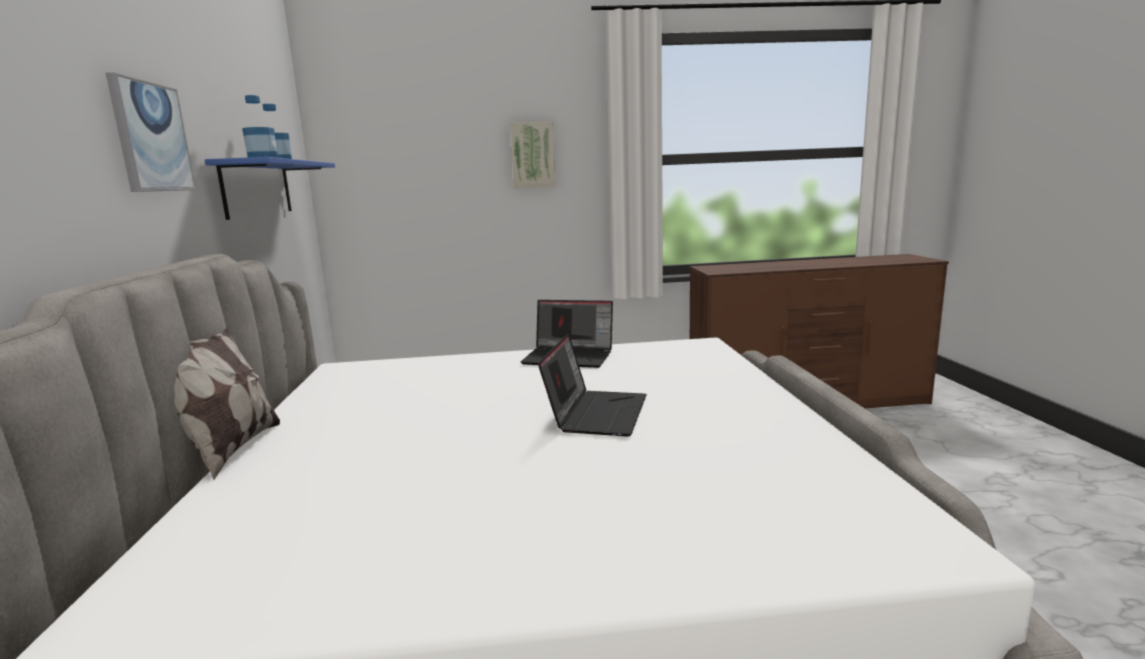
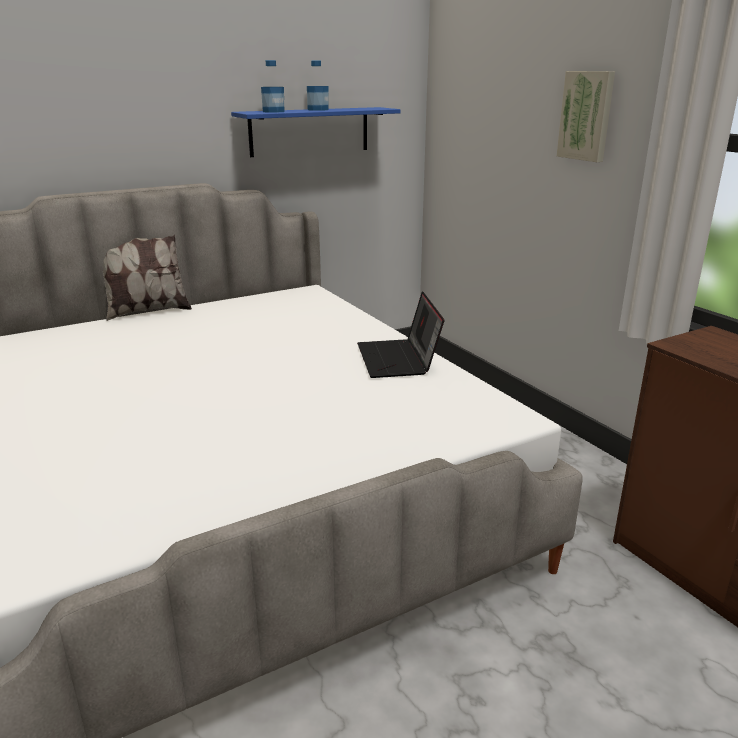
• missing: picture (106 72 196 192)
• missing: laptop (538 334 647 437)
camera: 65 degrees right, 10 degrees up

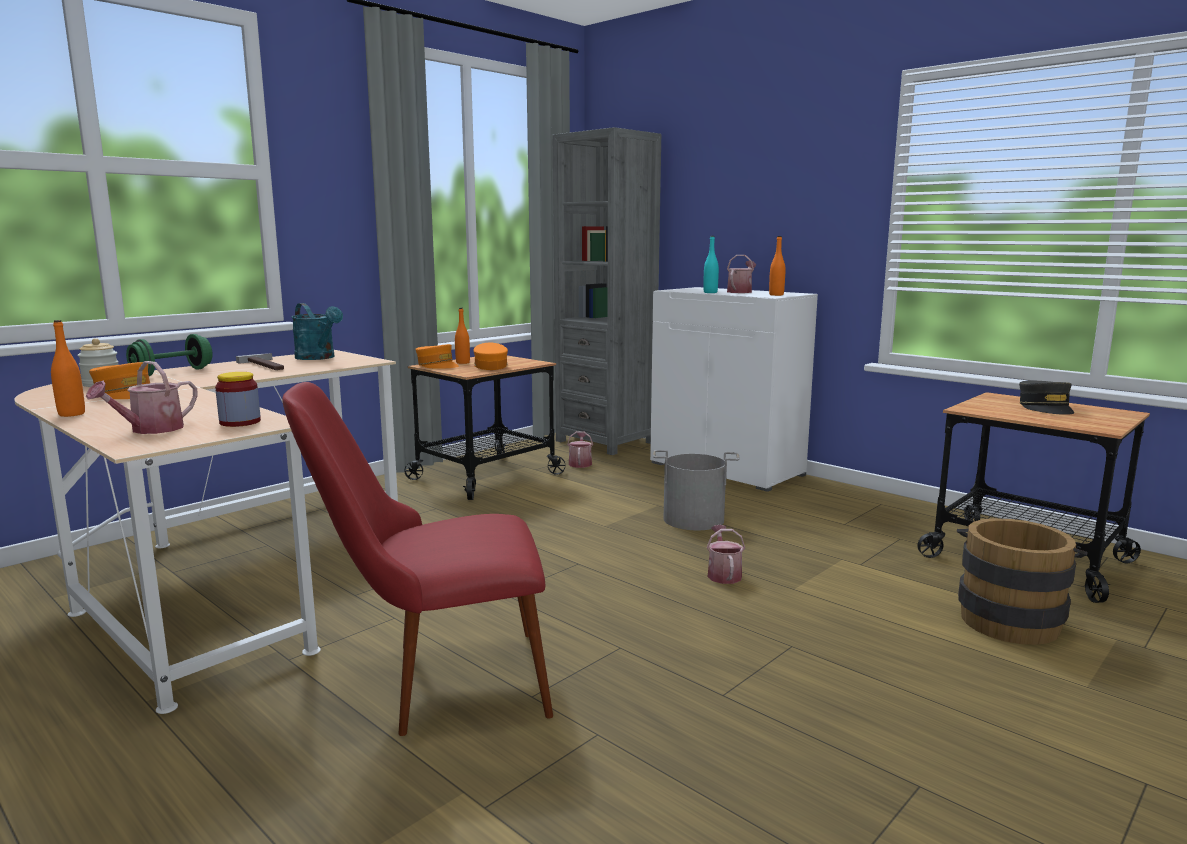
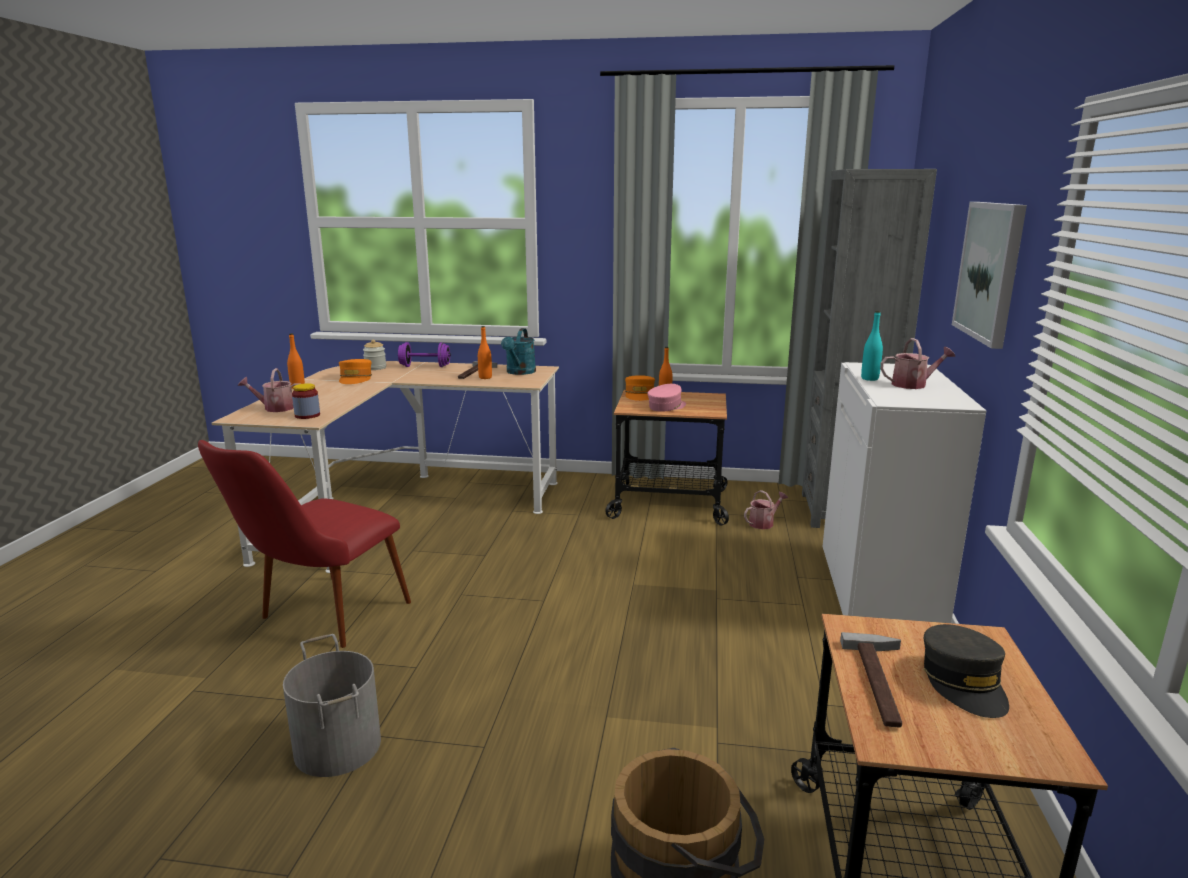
• spun: red chair (282 382 553 736) = (198 440 411 648) 105 degrees counterclockwise
• relocated: grey bucket (653 450 740 530) to (283 634 381 777)
• colour: green dumbbell (126 334 212 376) to purple dumbbell (398 342 451 367)
• relocated: orange bottle (769 236 785 296) to (478 326 492 379)
• colour: orange cap (474 343 508 370) to pink cap (647 384 686 412)
• appeared: hammer (840 632 902 727)
• spun: grey cap (1019 381 1074 415) = (924 624 1009 718) 60 degrees counterclockwise
• appeared: picture (952 202 1027 349)
• missing: watering can (707 525 745 584)
camera: 55 degrees right, 5 degrees up

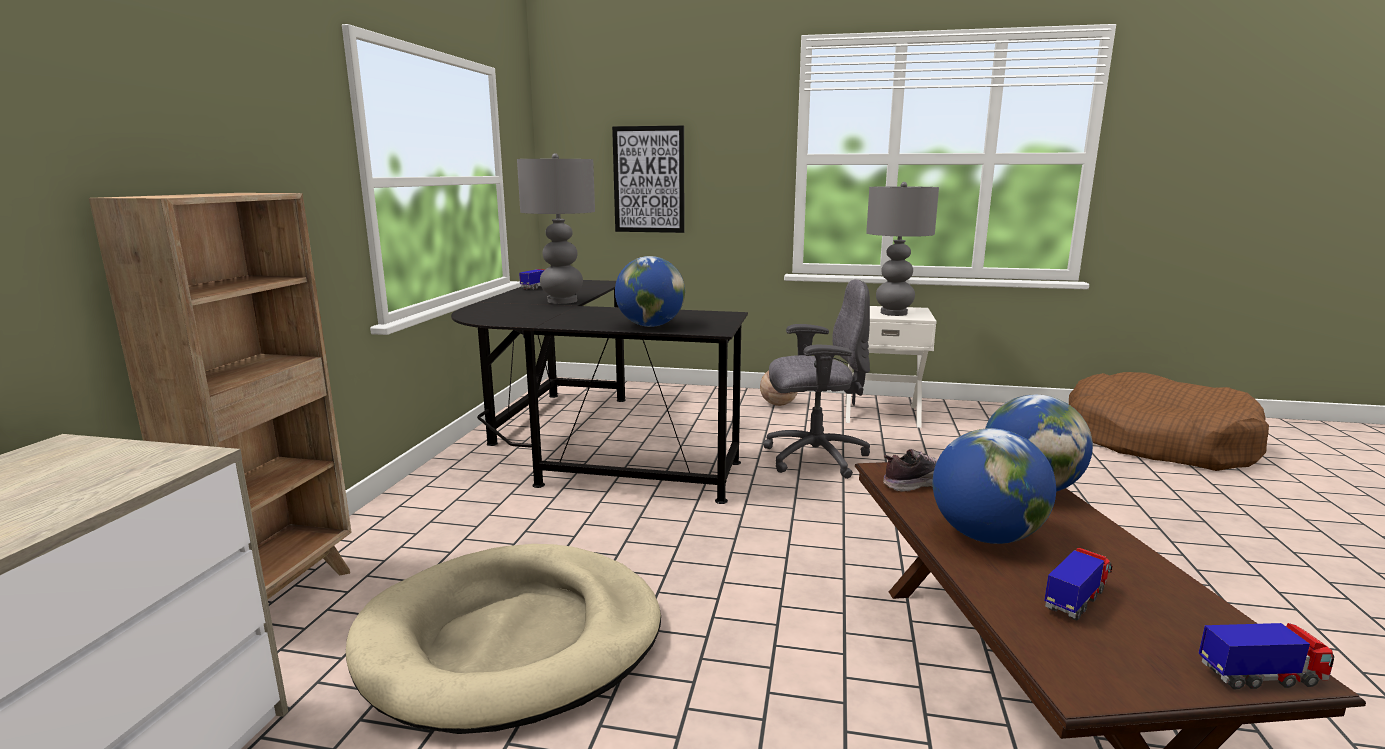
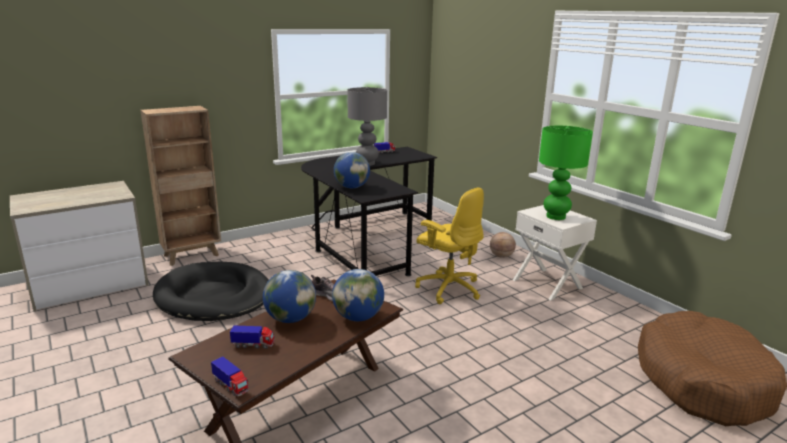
• colour: beige dog bed (346 544 661 734) to black dog bed (153 262 269 321)
• colour: grey office chair (763 279 870 479) to yellow office chair (415 187 484 304)
• colour: grey table lamp (866 182 939 316) to green table lamp (539 126 593 220)
• missing: picture (612 126 684 233)
camera: 45 degrees right, 5 degrees up

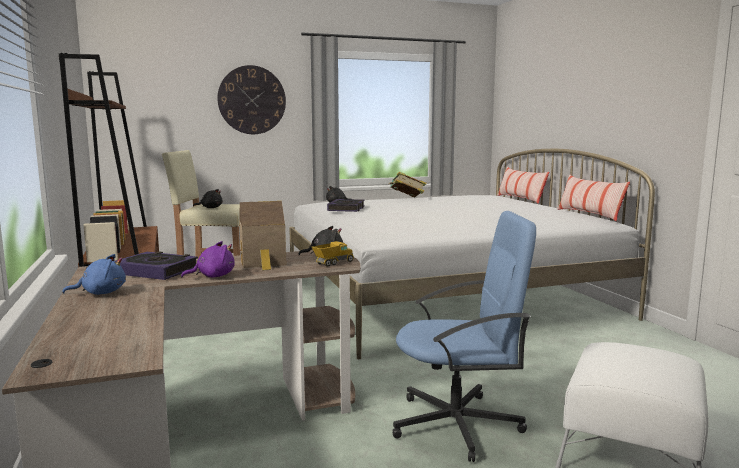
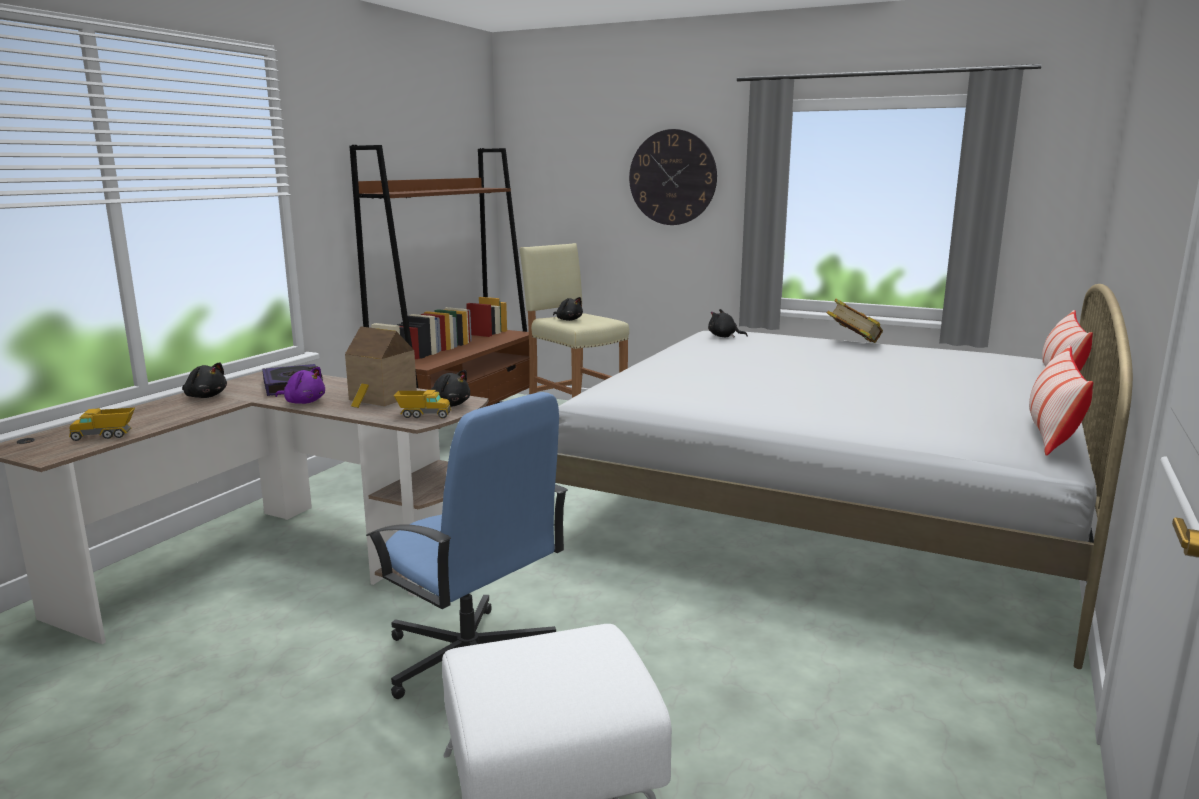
• appeared: toy truck (69 408 135 441)
• colour: blue plush toy (62 254 126 295) to black plush toy (182 362 227 398)
• missing: book (327 199 365 212)
camera: 45 degrees right, 5 degrees up

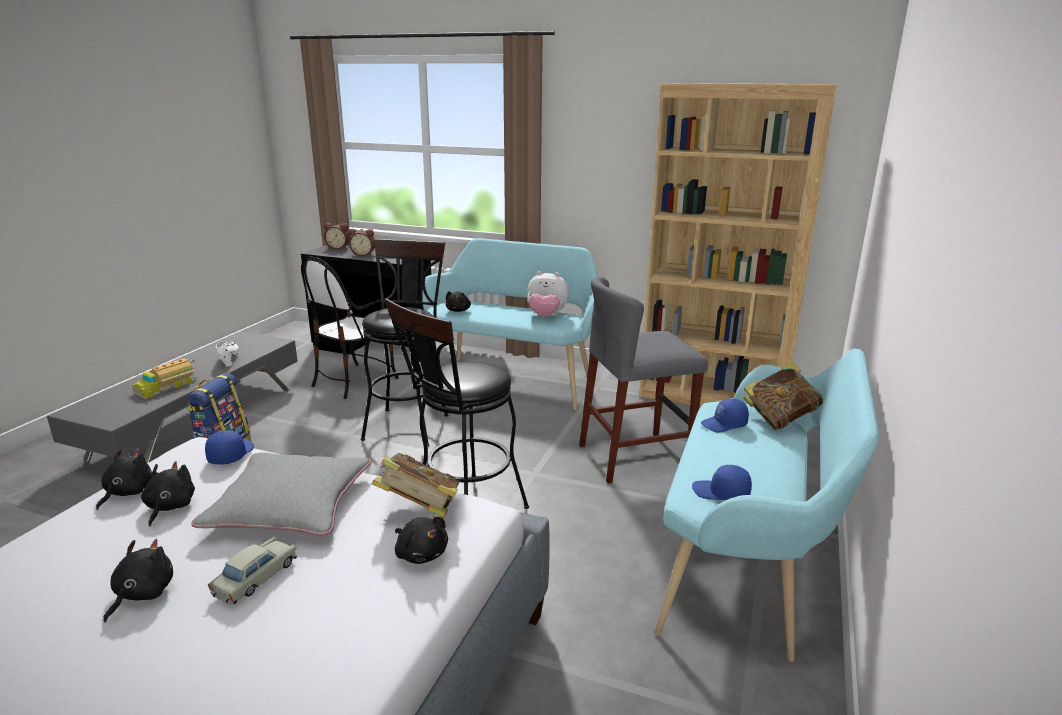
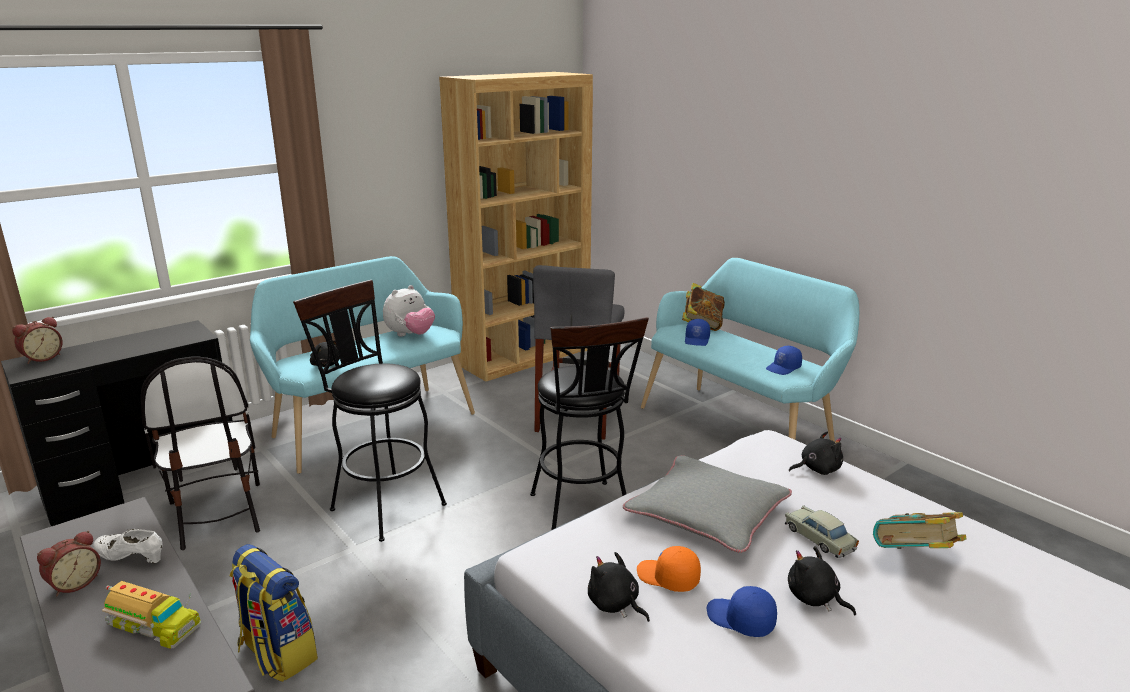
• relocated: alarm clock (349 229 375 256) to (37 531 101 596)
• spun: toy truck (132 358 197 399) = (102 581 201 649) 45 degrees counterclockwise
• exchanged: black plush toy (141 461 195 527) to orange cap (637 546 701 592)
• relocated: blue cap (205 430 254 465) to (707 586 777 637)
• relocated: book (372 452 460 518) to (873 512 967 549)
camera: 60 degrees left, 0 degrees up

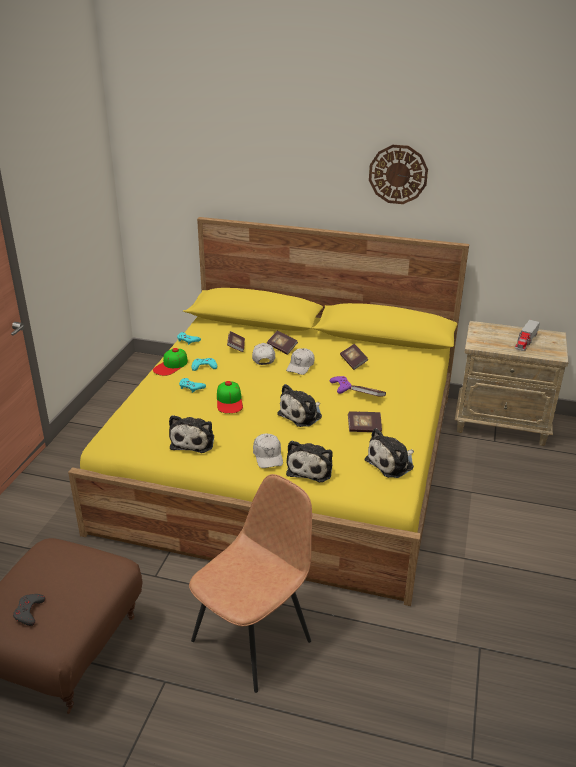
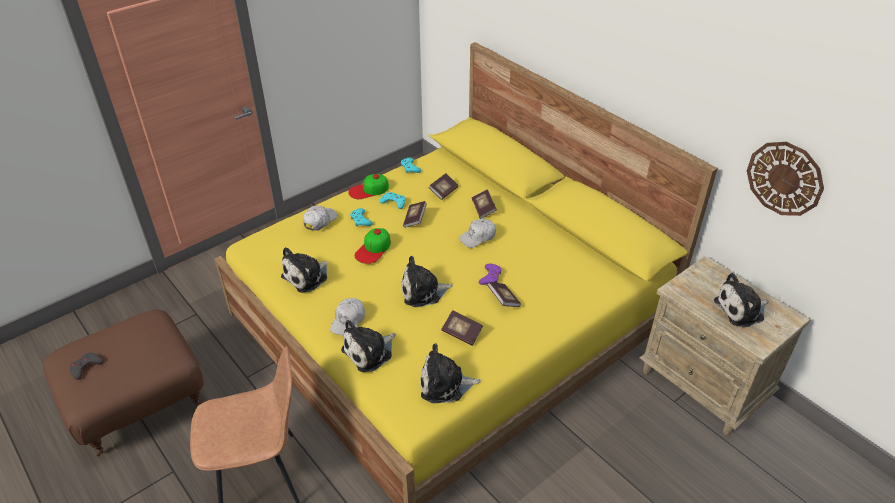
• relocated: white cap (252 343 276 365) to (303 206 337 231)
• relocated: book (340 344 368 370) to (403 201 427 228)
• exchanged: toy truck (515 320 540 351) to plush toy (714 273 769 328)
• relocated: wall clock (369 145 428 204) to (747 142 824 216)
camera: 35 degrees right, 10 degrees up

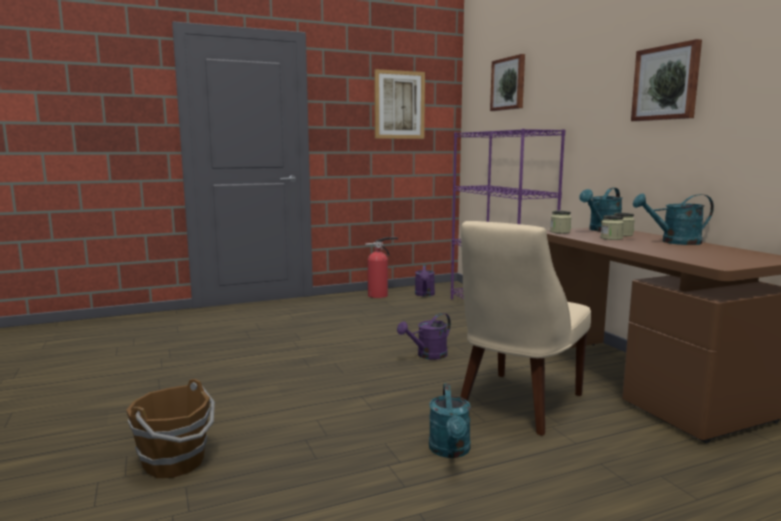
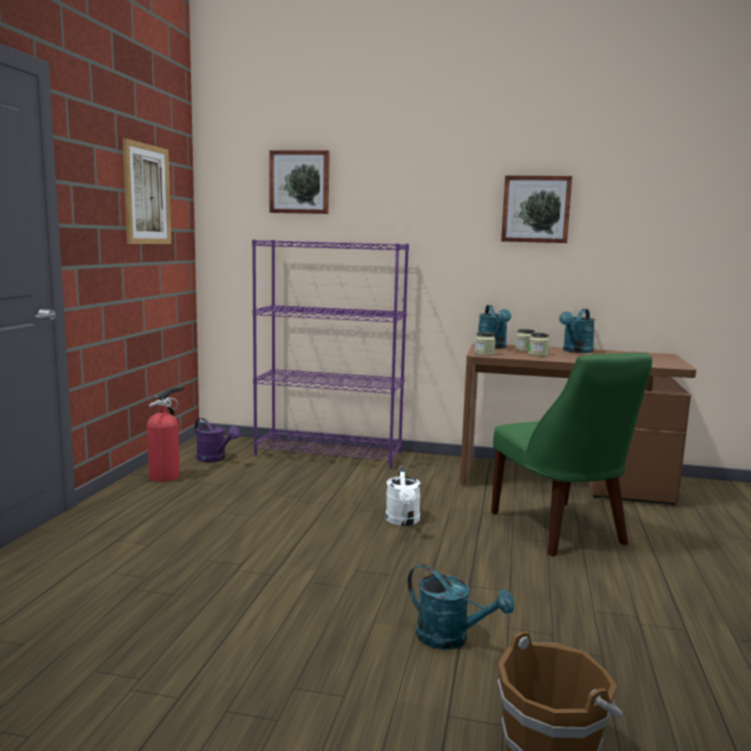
• colour: purple watering can (397 313 451 360) to white watering can (386 466 421 526)
• relocated: turquoise watering can (429 383 471 458) to (408 564 515 650)
• colour: beige chair (460 221 591 436) to green chair (491 353 652 556)
camera: 55 degrees left, 0 degrees up

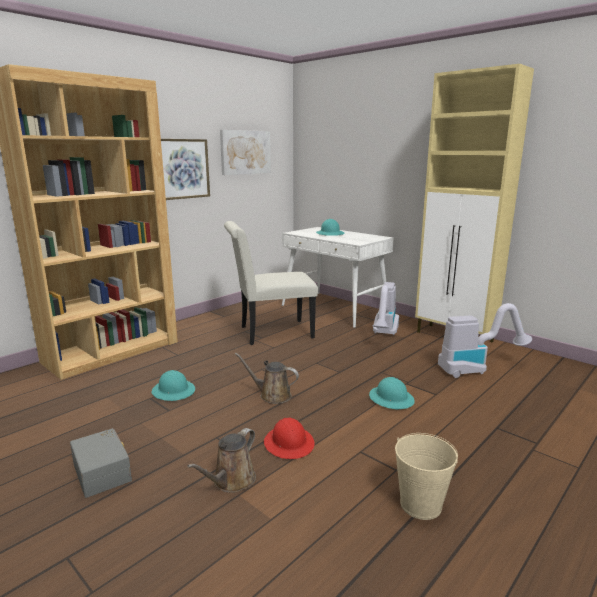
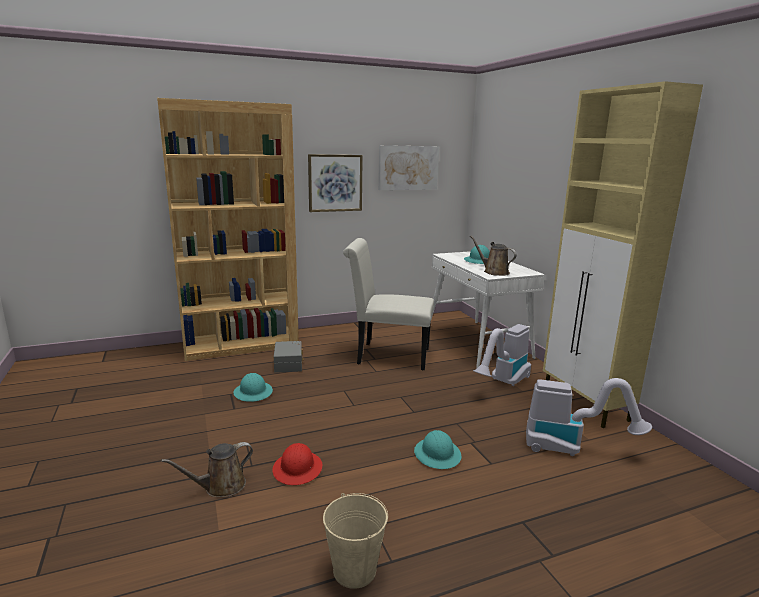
• relocated: grey storage box (70 428 132 498) to (274 341 304 373)
• relocated: brown watering can (235 353 299 404) to (470 235 517 276)
camera: 25 degrees right, 0 degrees up

